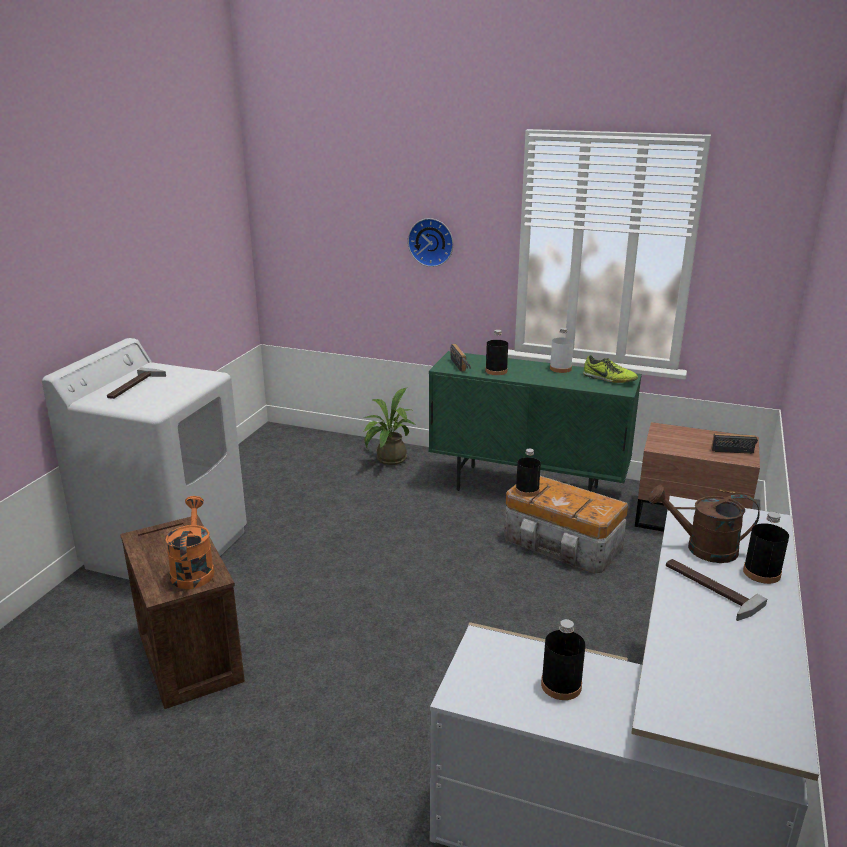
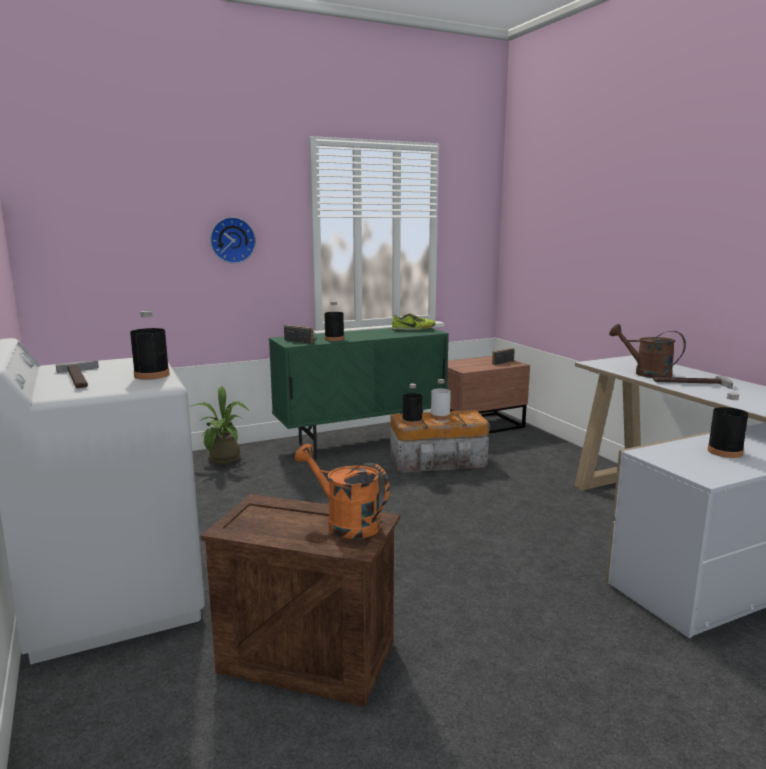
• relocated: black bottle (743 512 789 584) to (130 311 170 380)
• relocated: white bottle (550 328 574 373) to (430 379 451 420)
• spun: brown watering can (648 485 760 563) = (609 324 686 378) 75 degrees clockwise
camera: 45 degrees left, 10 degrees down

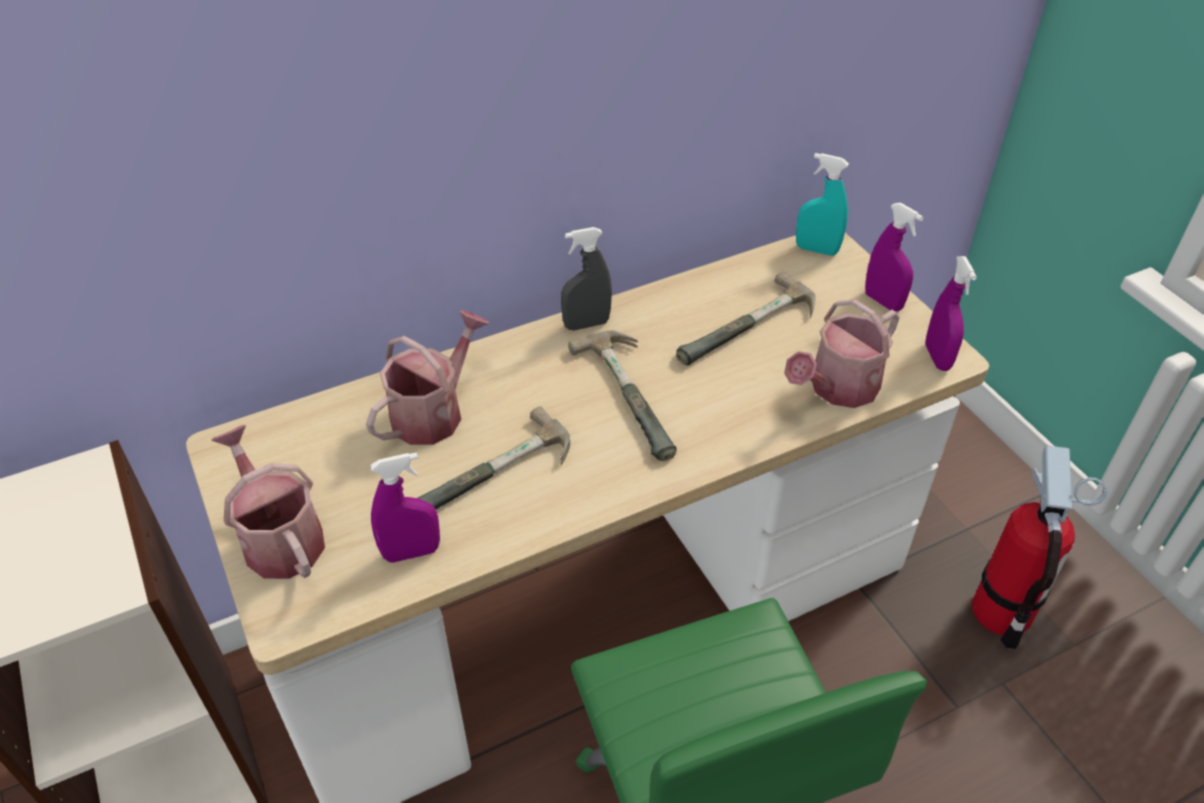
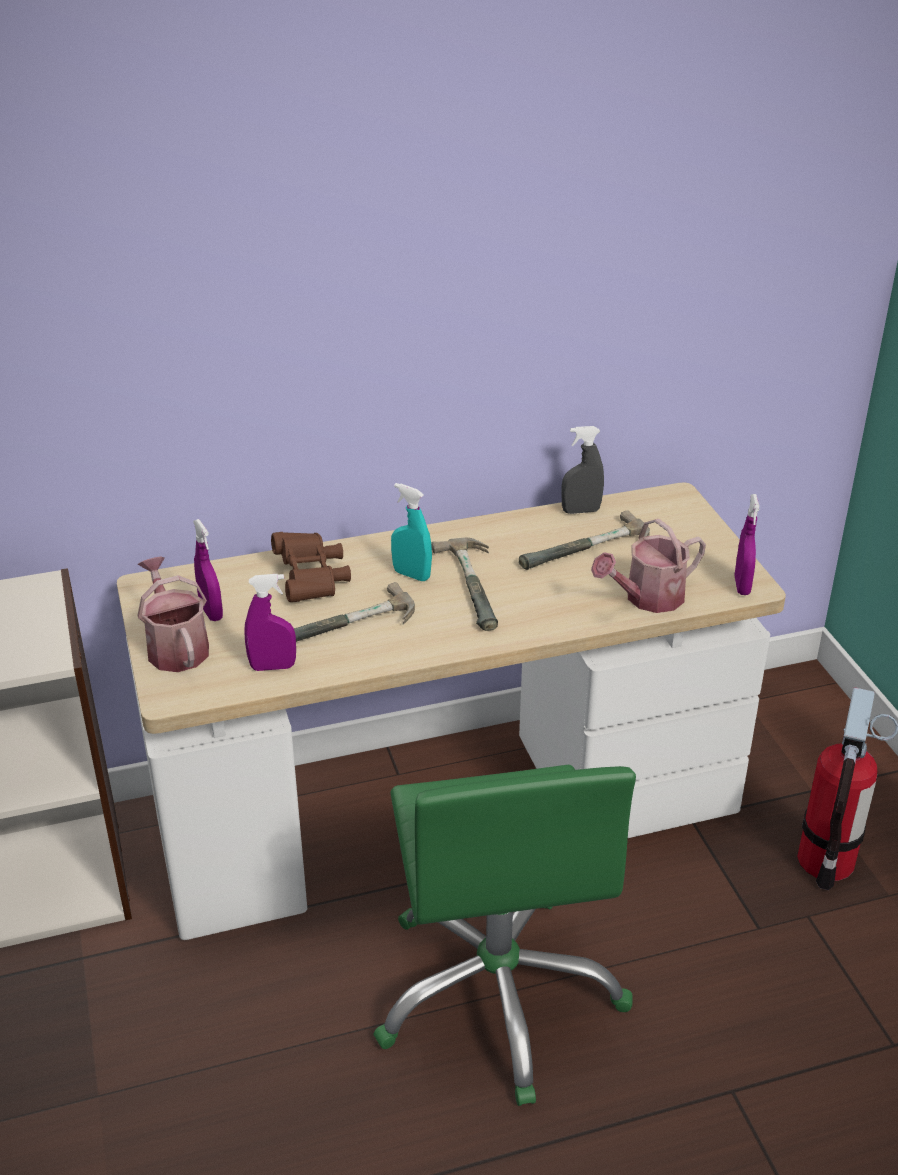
• relocated: purple spray bottle (865 203 924 311) to (193 519 223 621)
• exchanged: watering can (366 311 489 445) to brown binoculars (271 532 351 602)
• relocated: turquoise spray bottle (796 153 849 256) to (391 483 432 581)
• relocated: grey spray bottle (561 227 612 330) to (562 426 604 514)
camera: 10 degrees right, 10 degrees down

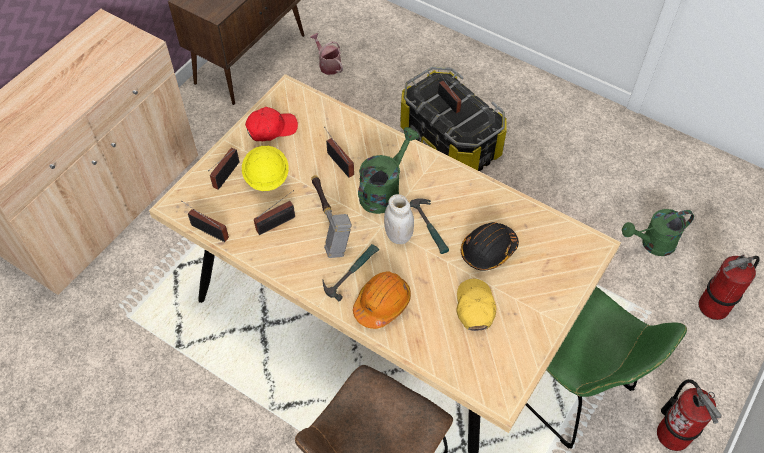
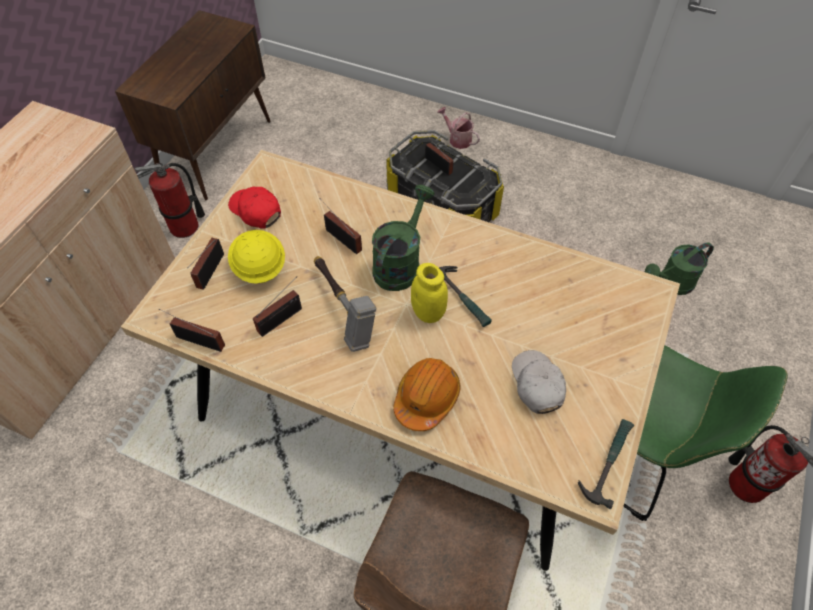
• relocated: fire extinguisher (699 255 760 320) to (135 163 205 238)
• spun: red cap (245 107 298 141) = (228 186 281 229) 105 degrees counterclockwise
• colour: white jar (384 194 414 244) to yellow jar (411 263 448 323)
• relocated: watering can (310 33 343 75) to (437 107 480 149)
• colour: yellow cap (457 279 497 331) to white cap (512 350 566 414)
• relocated: hammer (323 244 379 301) to (578 419 634 509)
• missing: black hard hat (460 222 519 271)
camera: 10 degrees left, 0 degrees up

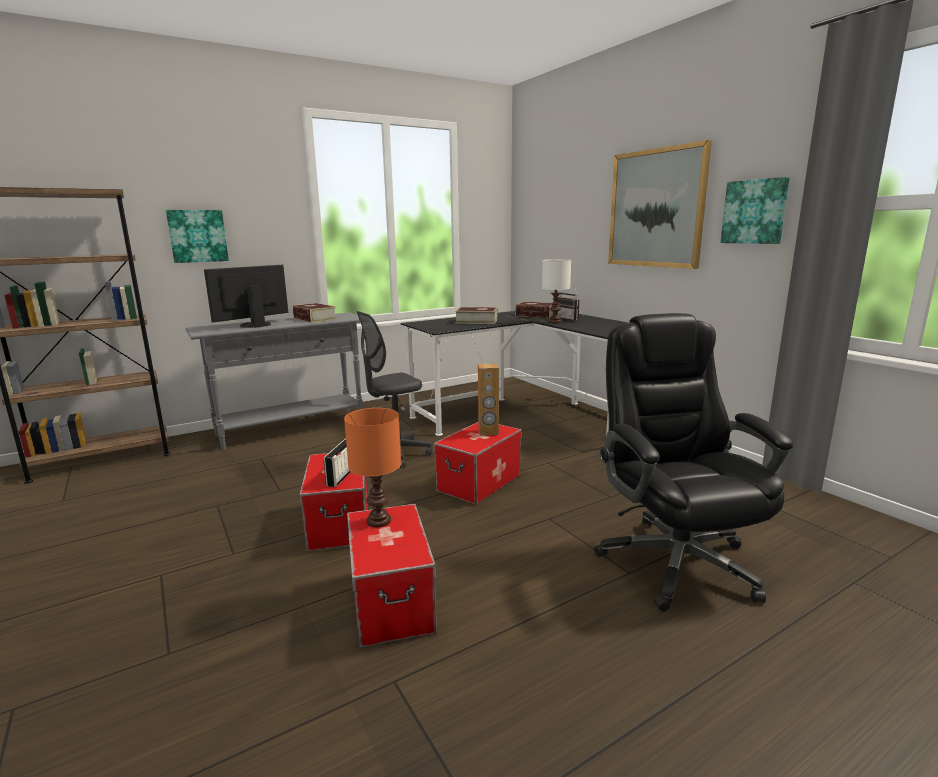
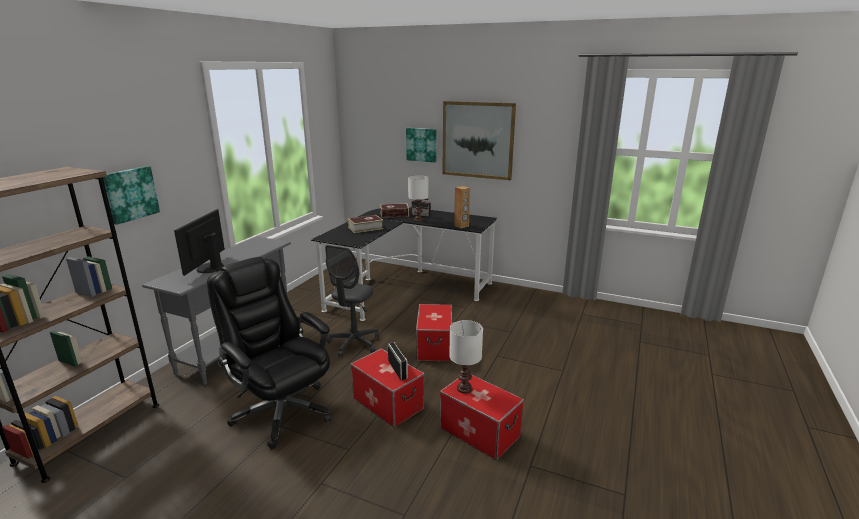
• relocated: black office chair (594 313 793 611) to (207 257 331 449)
• relocated: picture (721 177 790 244) to (406 128 437 162)
• colour: orange table lamp (344 408 401 527) to white table lamp (449 320 483 394)
• relocated: brown speaker (478 364 499 436) to (454 186 470 228)
• missing: book (293 303 337 323)
camera: 35 degrees left, 5 degrees up

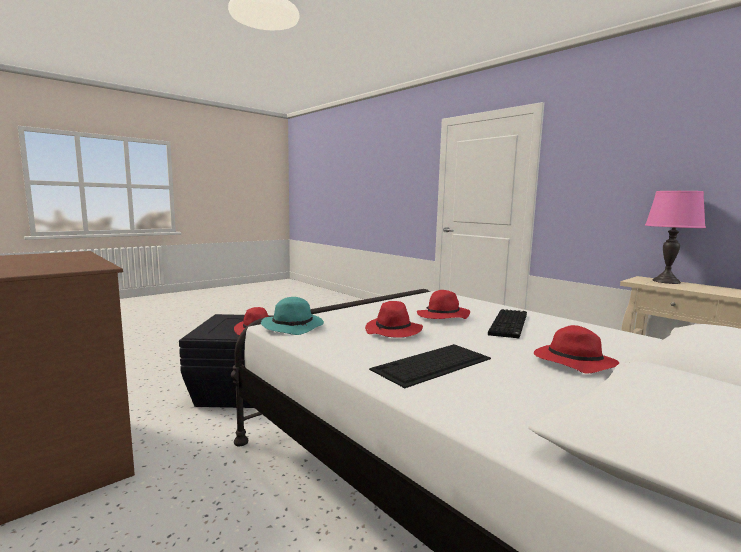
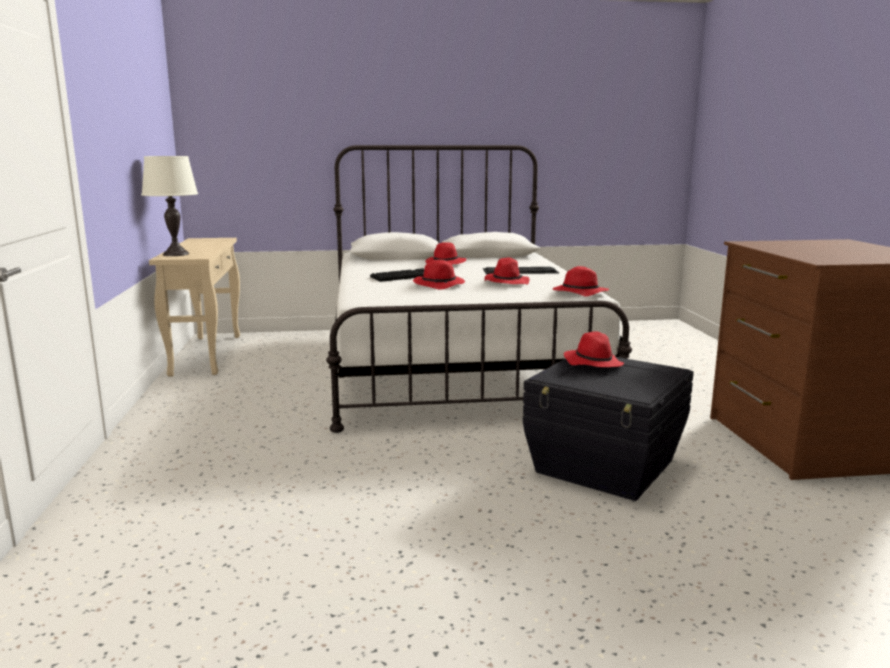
• colour: pink table lamp (645 191 706 284) to white table lamp (141 156 198 256)
• colour: turquoise hat (261 297 324 335) to red hat (553 266 609 297)
camera: 145 degrees left, 5 degrees up

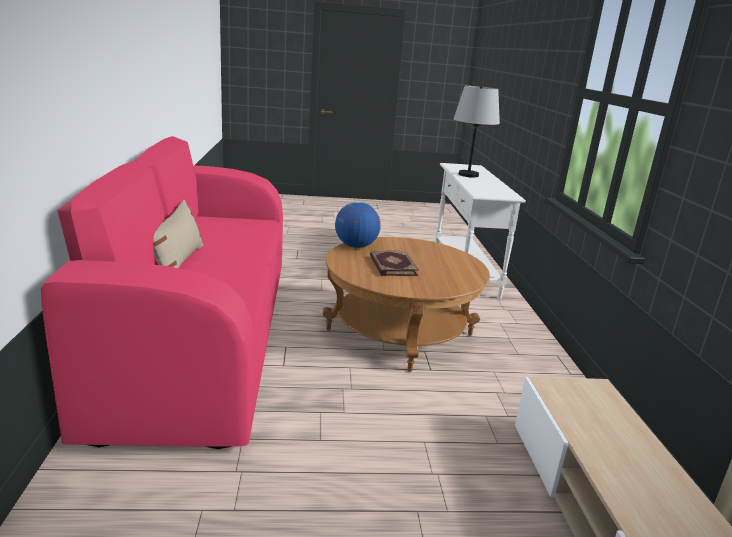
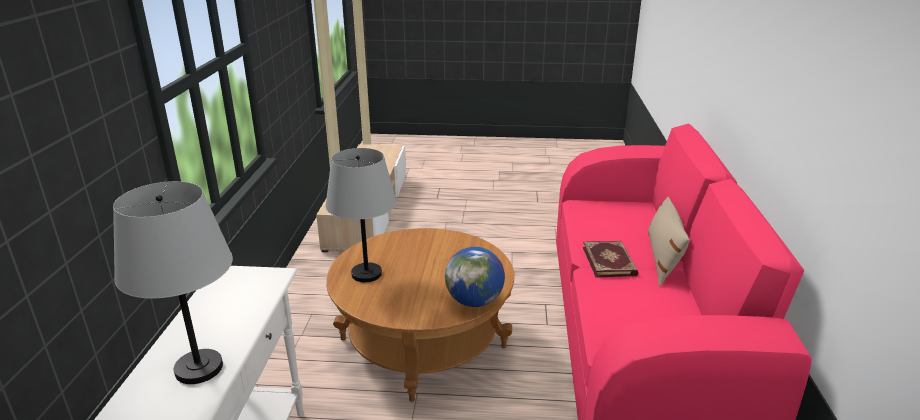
• appeared: grey table lamp (325 148 397 282)
• relocated: book (370 251 419 276) to (583 241 639 278)
camera: 170 degrees left, 5 degrees up

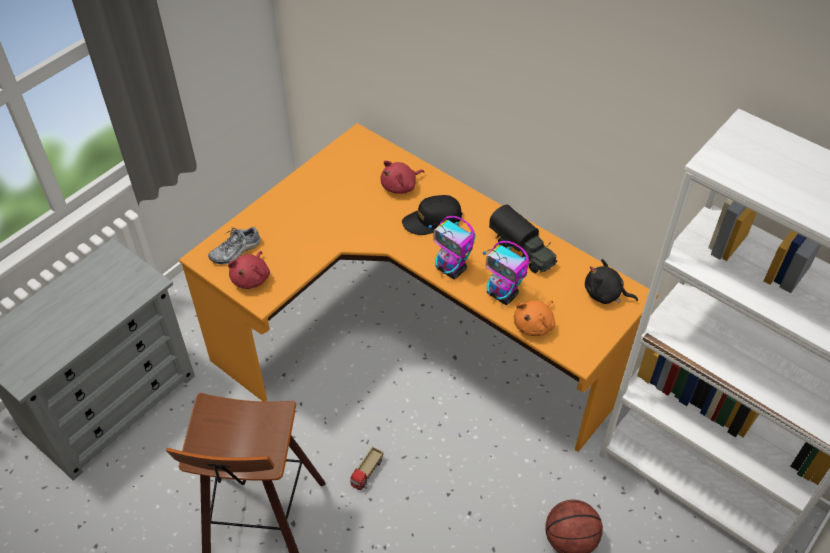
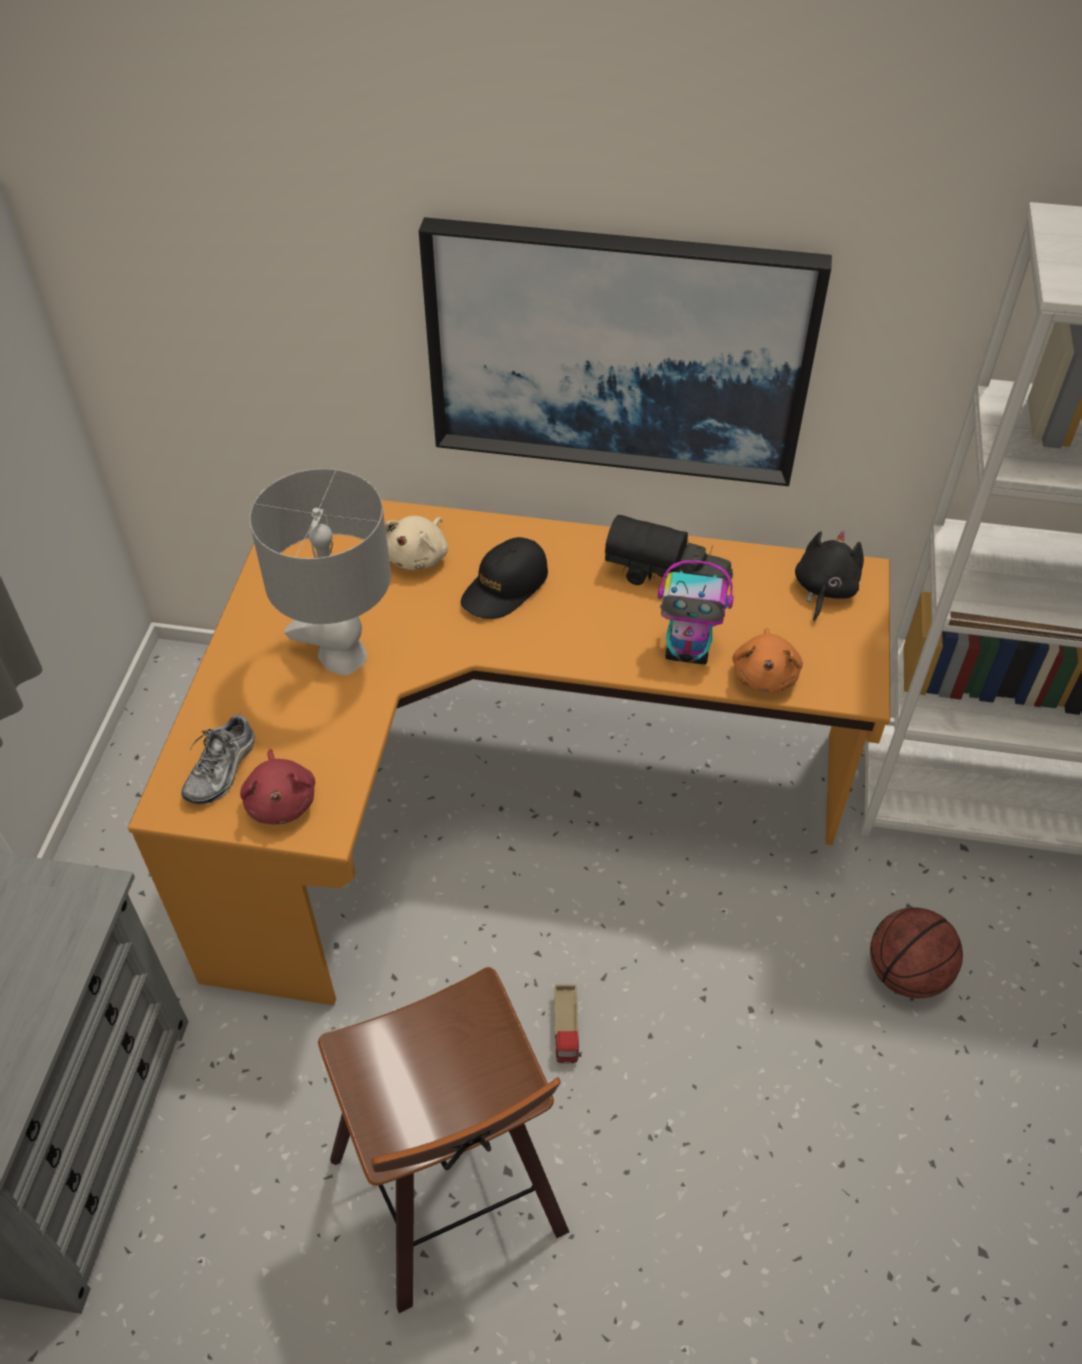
• appeared: grey table lamp (249 468 391 675)
• colour: red plush toy (380 161 425 194) to beige plush toy (385 516 448 570)
• appeared: picture (419 217 832 486)
• spun: black plush toy (585 259 638 304) = (795 530 864 621) 120 degrees clockwise
• missing: toy robot (428 216 476 279)
camera: 30 degrees left, 0 degrees up

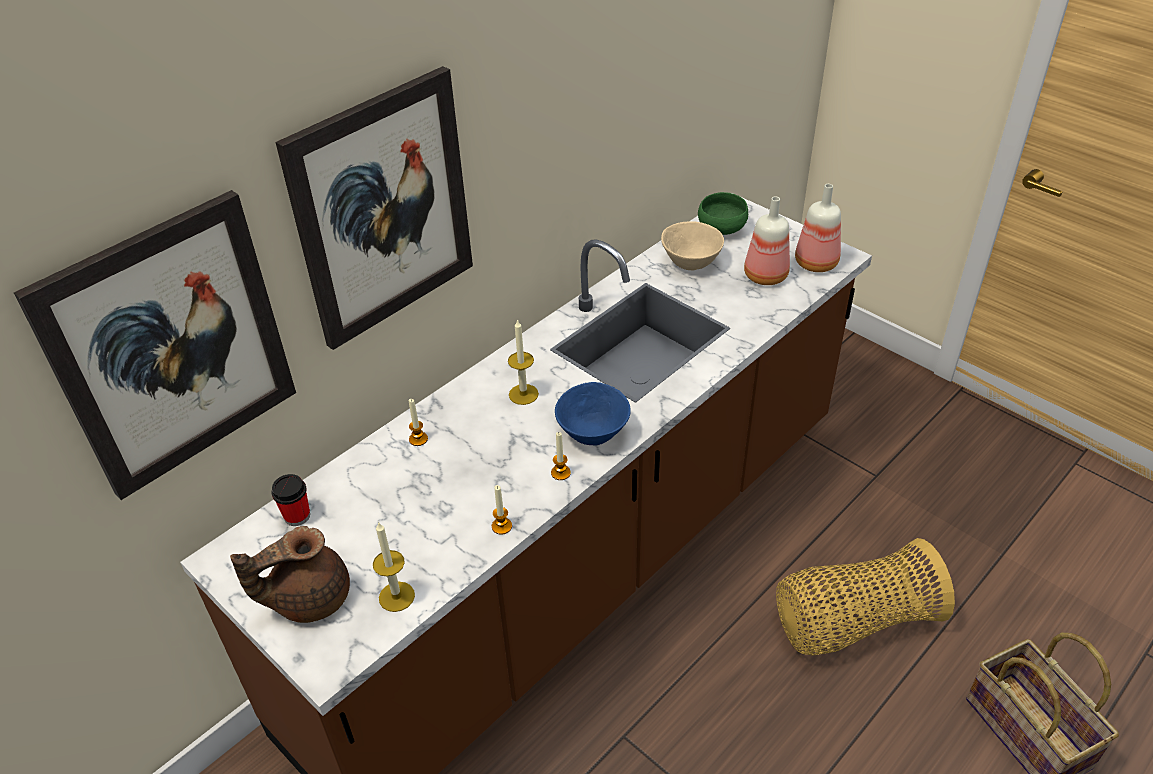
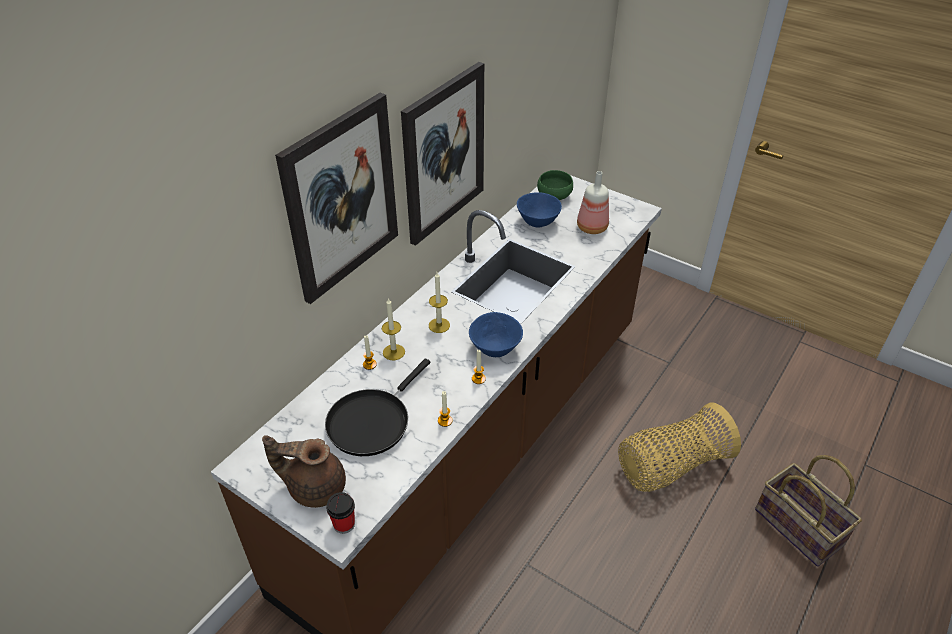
• spun: brown teapot (230 526 350 623) = (262 435 346 508) 45 degrees clockwise
• appeared: black frying pan (325 359 431 456)
• relocated: cup (272 474 310 526) to (326 492 355 534)
• relocated: candle (373 522 415 612) to (382 298 405 360)
• relocated: picture (14 190 296 500) to (401 62 484 246)
• colour: beige bowl (661 221 724 270) to blue bowl (517 192 562 227)
• missing: bottle (795 184 841 272)
camera: 10 degrees left, 0 degrees up

